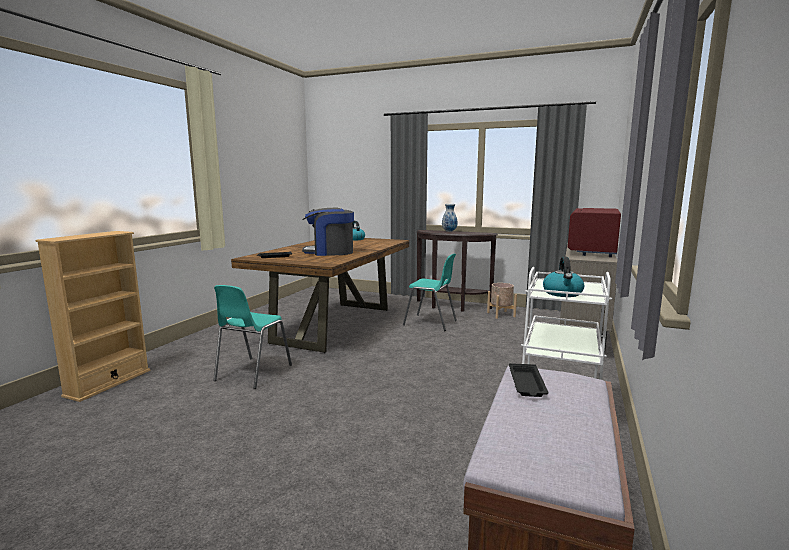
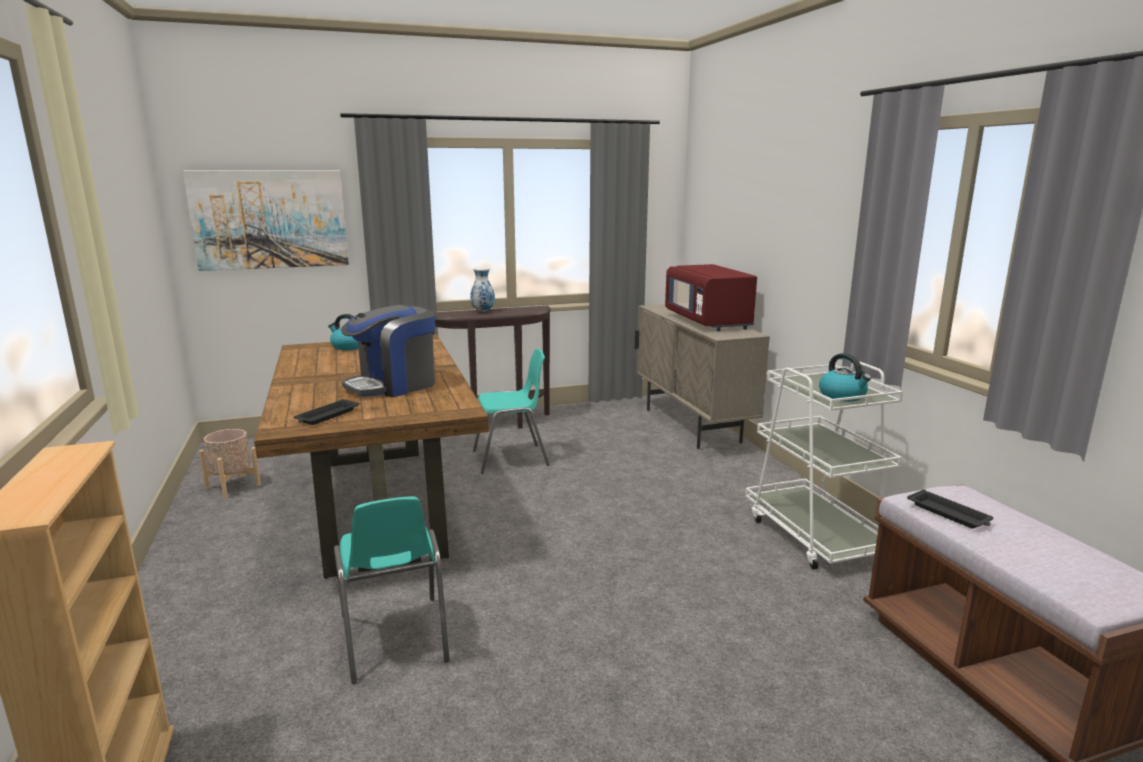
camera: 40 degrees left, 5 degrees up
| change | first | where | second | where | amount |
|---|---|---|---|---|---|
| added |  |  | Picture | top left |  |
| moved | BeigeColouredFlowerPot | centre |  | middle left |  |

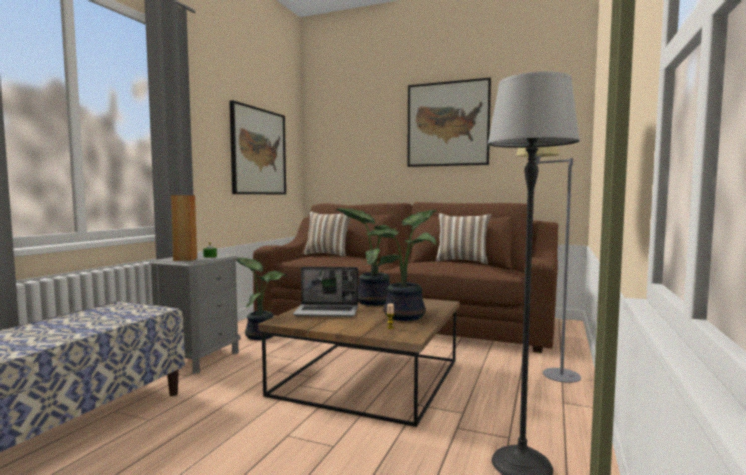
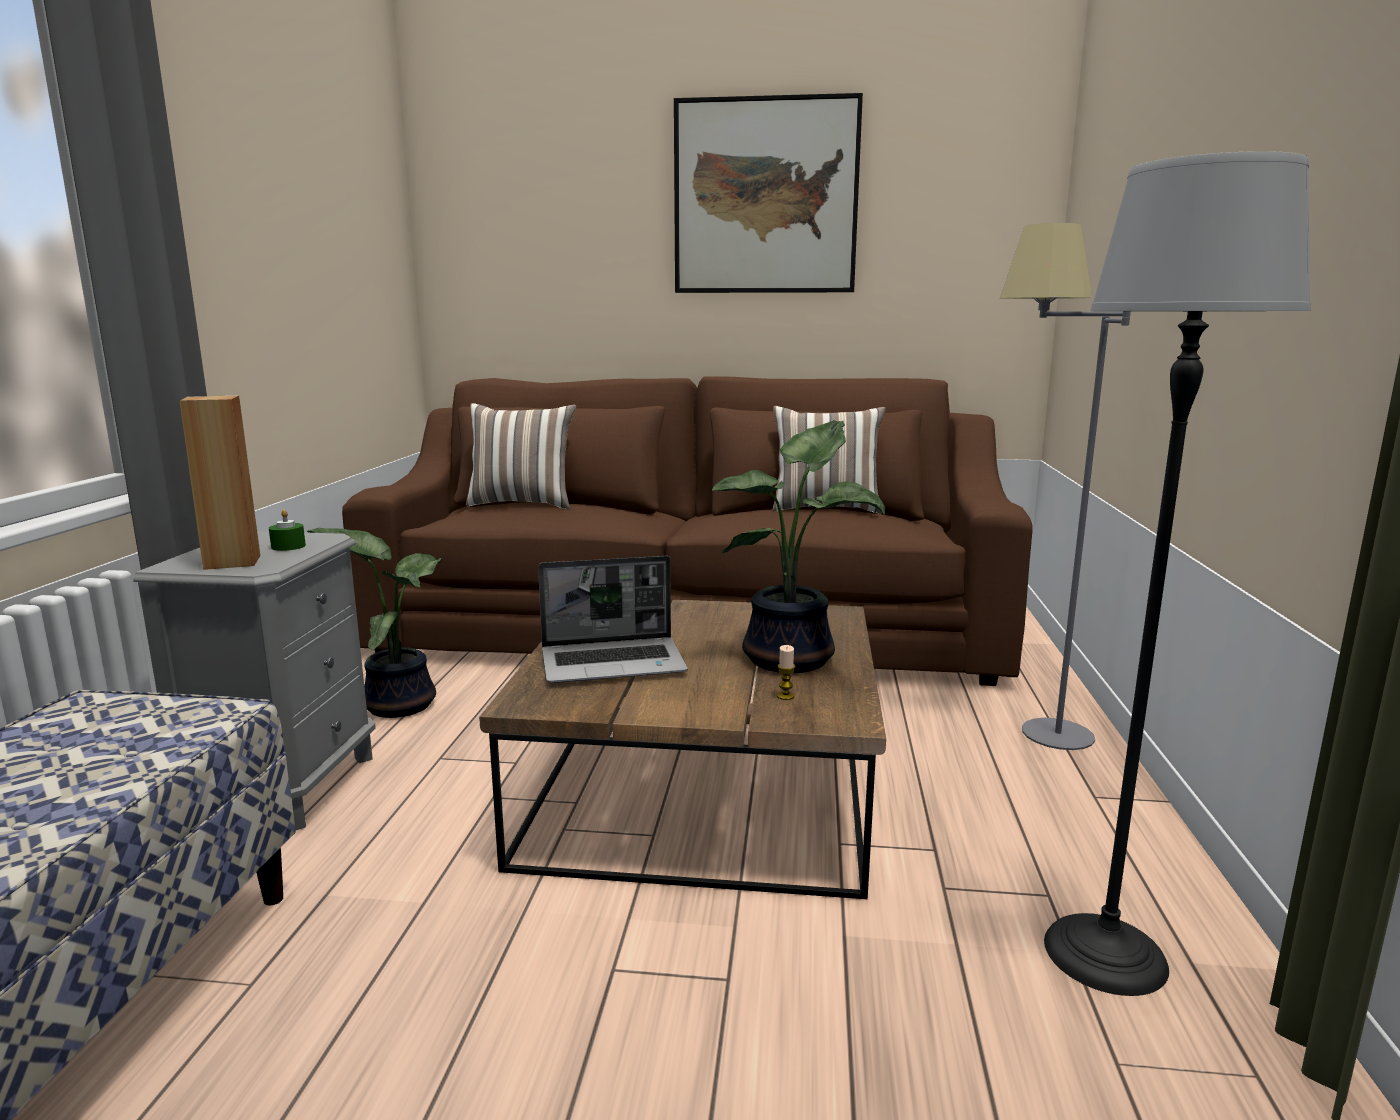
camera: 15 degrees left, 10 degrees up
| change | first | where | second | where | amount |
|---|---|---|---|---|---|
| removed | Picture (1st from left) | top centre |  |  |  |
| removed | PottedPlant (2nd from left) | centre |  |  |  |

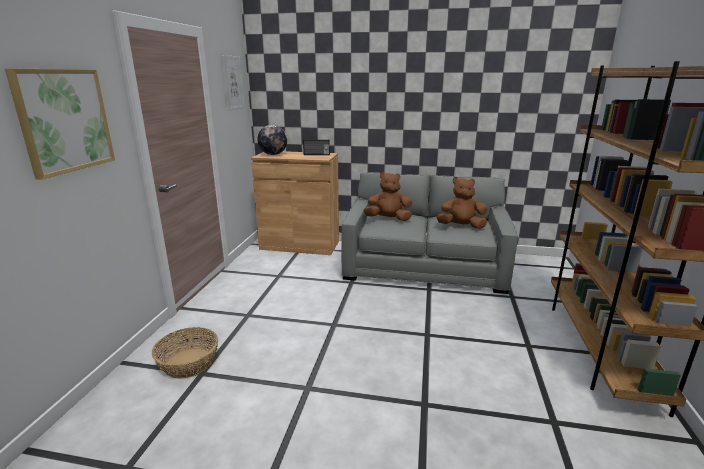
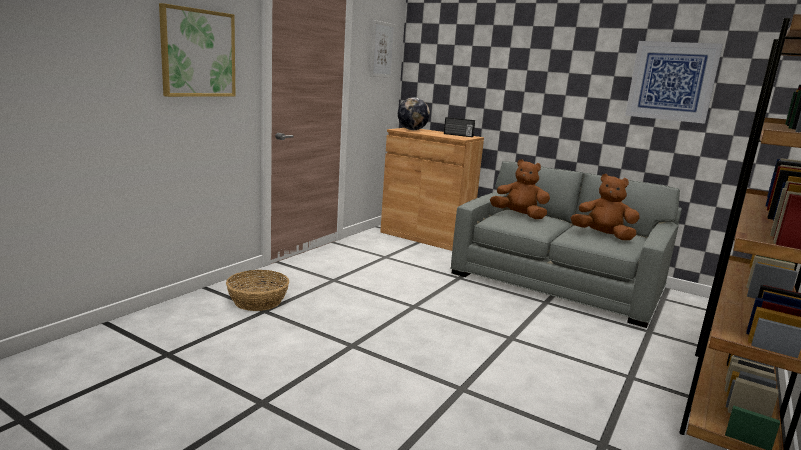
camera: 20 degrees right, 5 degrees down
| change | first | where | second | where | amount |
|---|---|---|---|---|---|
| added |  |  | Picture (3rd from left) | top right |  |

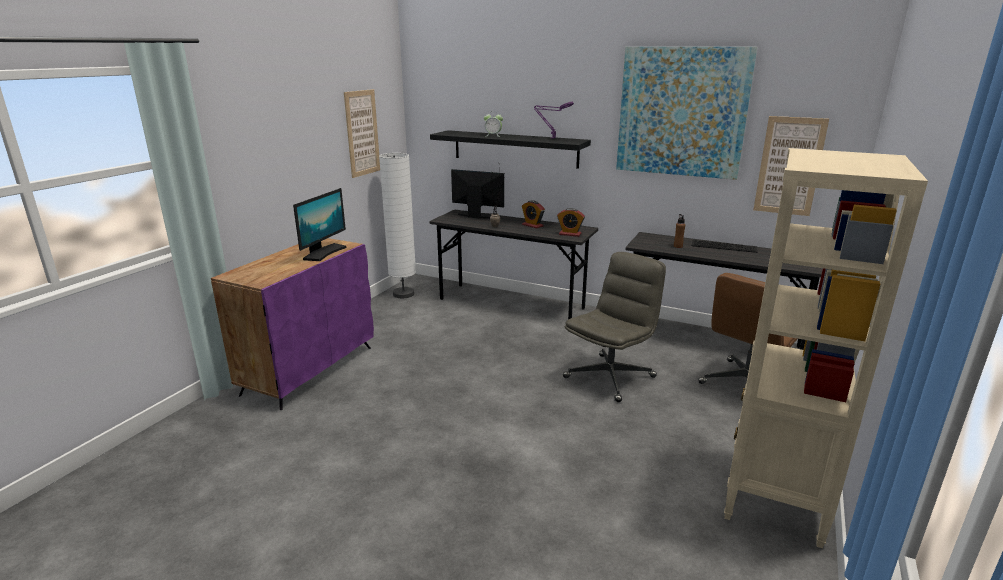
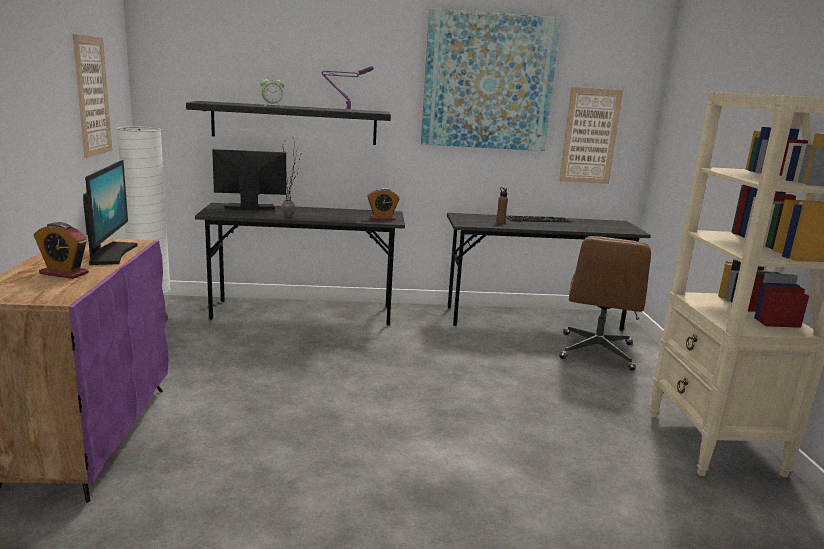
camera: 30 degrees left, 5 degrees down
| change | first | where | second | where | amount |
|---|---|---|---|---|---|
| moved | BedsideClock (2nd from left in the first image) | centre | BedsideClock (1st from left) | middle left |  |
| removed | GreyishDeskChair | centre |  |  |  |

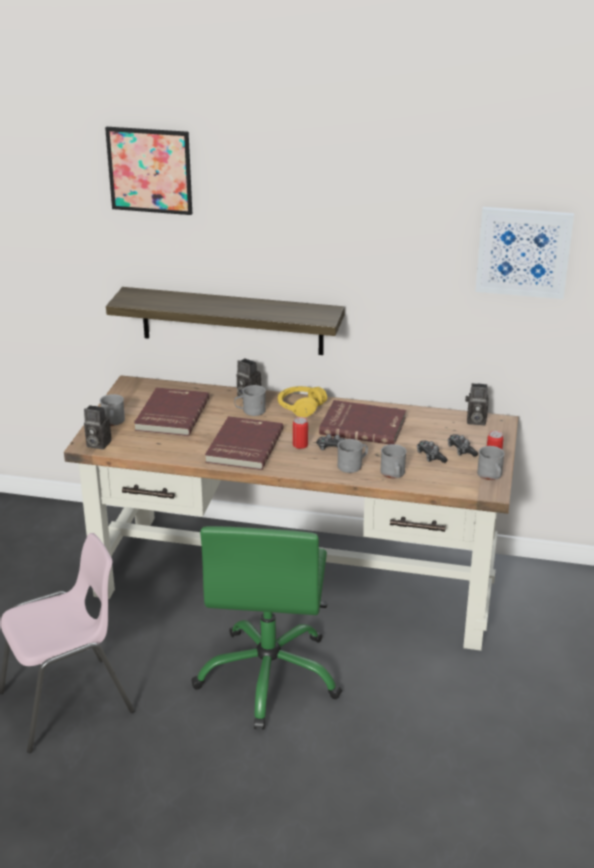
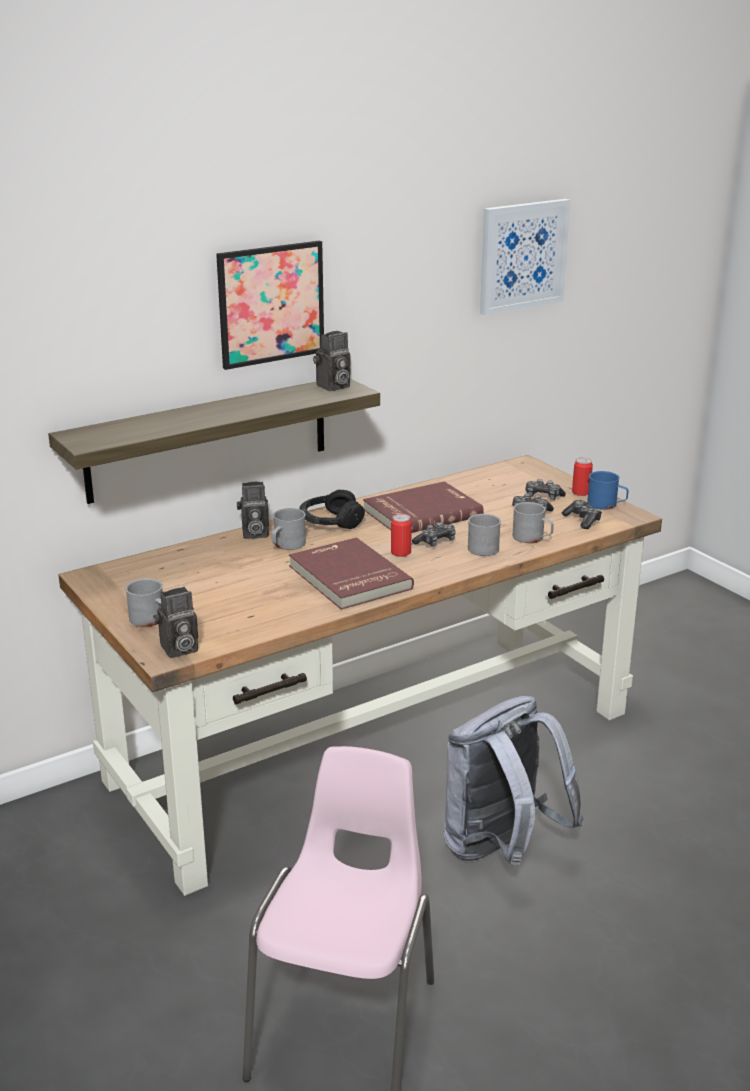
camera: 45 degrees left, 5 degrees down
| change | first | where | second | where | amount |
|---|---|---|---|---|---|
| moved | Picture (1st from left) | top left |  | top centre |  |
| recoloured | YellowishPairOfHeadphones | centre | BlackPairOfHeadphones | centre |  |
| moved | StillCamera (3rd from left) | middle right |  | top centre |  |
| replaced | GreenColouredDeskChair | bottom centre | GreyishBackpack | bottom right |  |
| added |  |  | GameController (4th from left) | middle right |  |
| recoloured | GreyishCoffeeMug (5th from left) | middle right | BluishCoffeeMug | middle right |  |
| removed | RedColouredVolume (1st from left) | middle left |  |  |  |

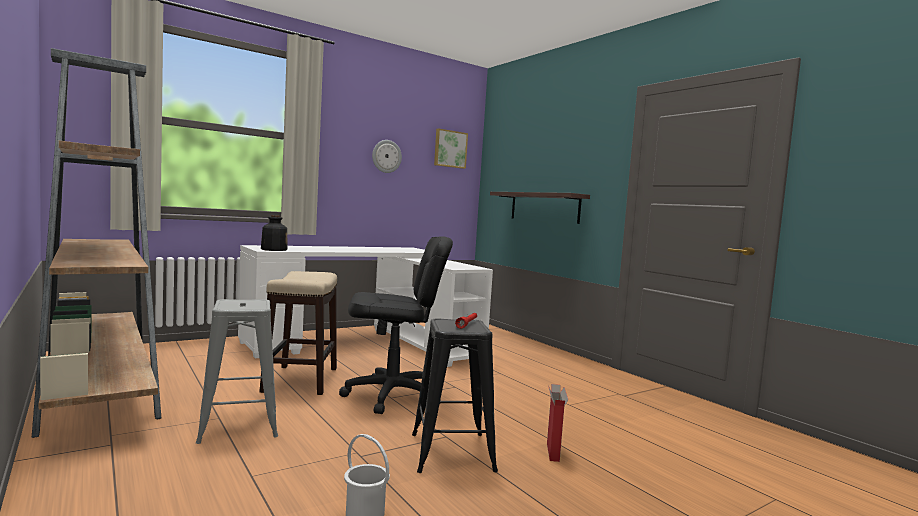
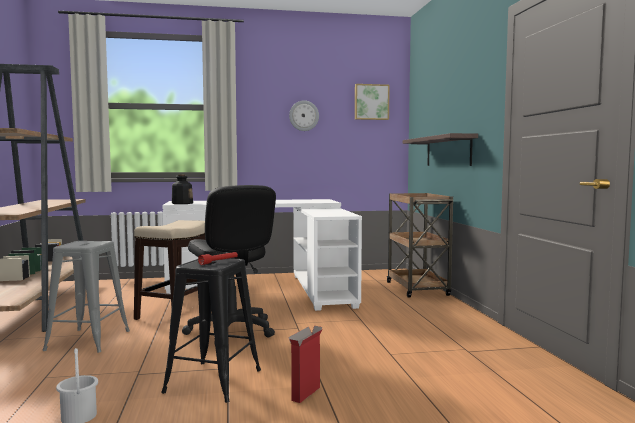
camera: 25 degrees right, 0 degrees up
| change | first | where | second | where | amount |
|---|---|---|---|---|---|
| turned | BlackDeskChair | centre |  | centre | 45 degrees clockwise |
| added |  |  | BrownWheeledCart | centre |  |

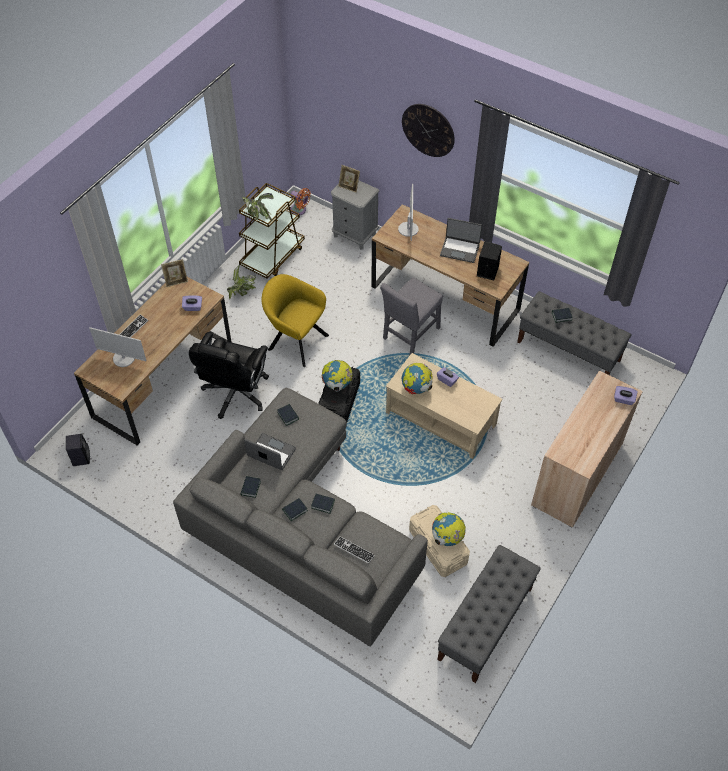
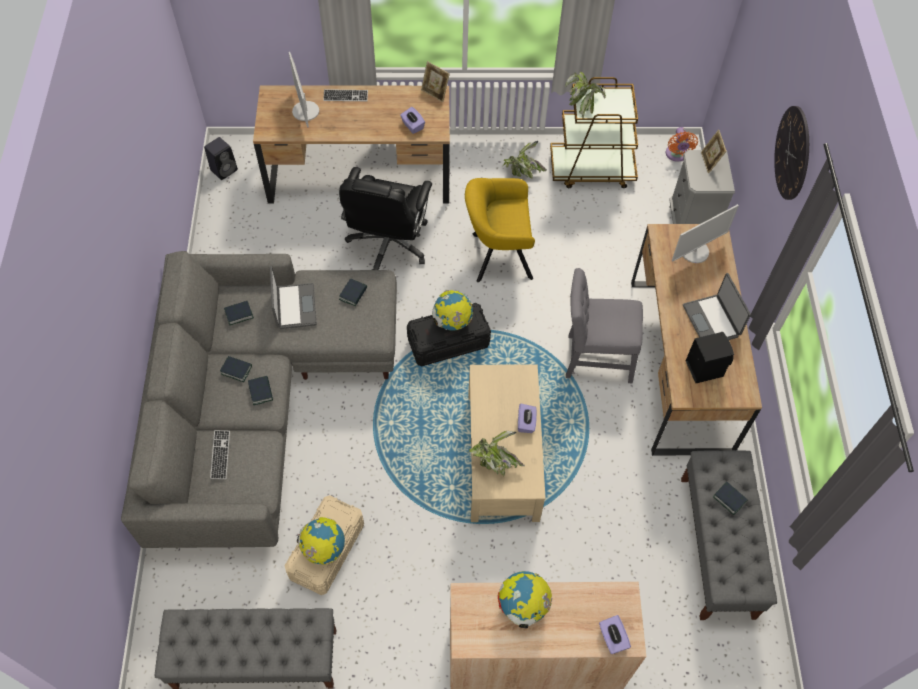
camera: 55 degrees right, 5 degrees up
| change | first | where | second | where | amount |
|---|---|---|---|---|---|
| turned | BlackDeskChair | middle left |  | top centre | 60 degrees counterclockwise |
| turned | YellowishEasyChair | centre |  | centre | 90 degrees counterclockwise |
| added |  |  | PottedPlant (1st from left) | centre |  |
| moved | WorldGlobe (2nd from left in the first image) | centre | WorldGlobe (3rd from left) | bottom centre |  |

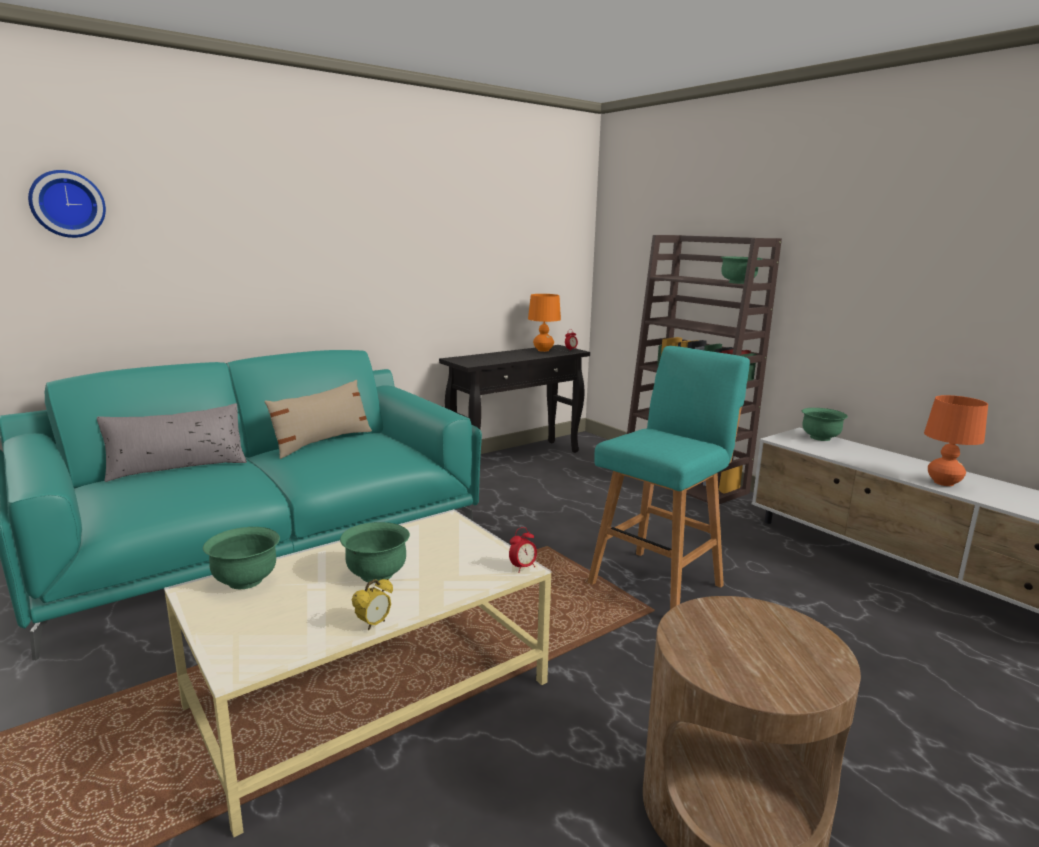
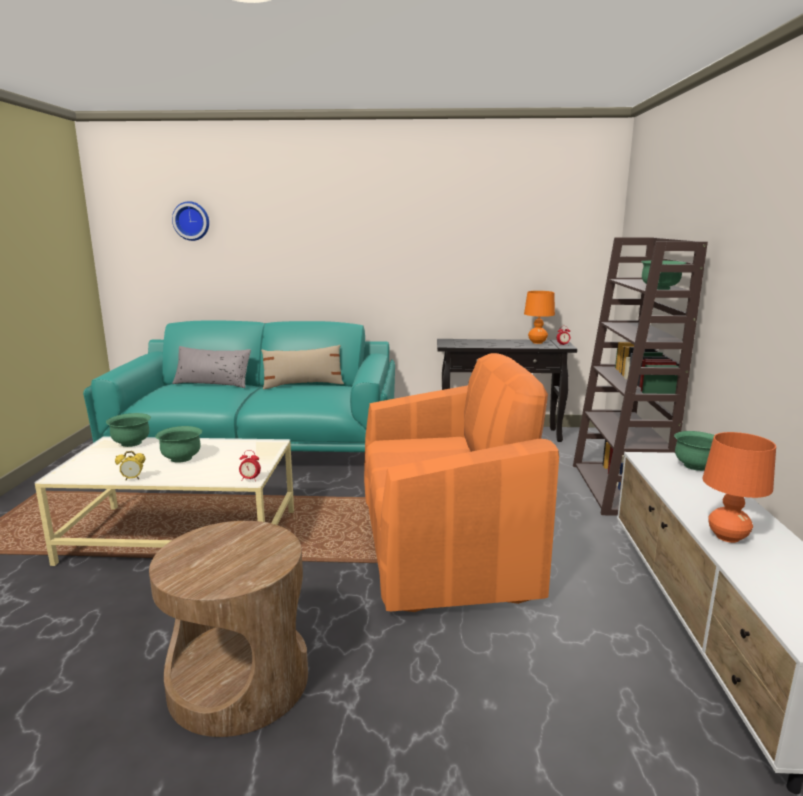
camera: 40 degrees right, 0 degrees up
| change | first | where | second | where | amount |
|---|---|---|---|---|---|
| replaced | BlueGreenSittingStool | centre | OrangeColouredEasyChair | centre |  |

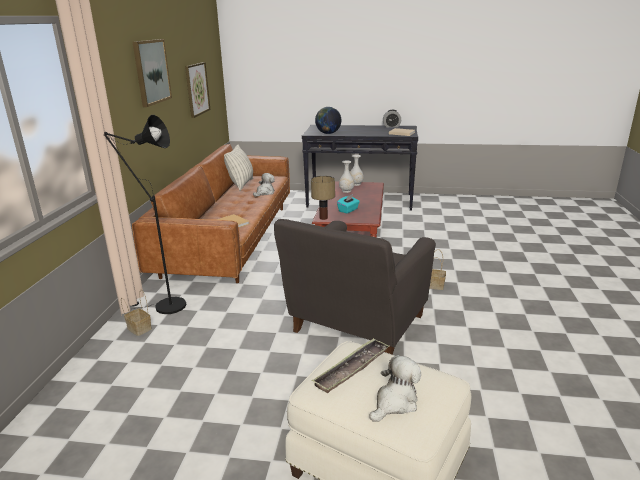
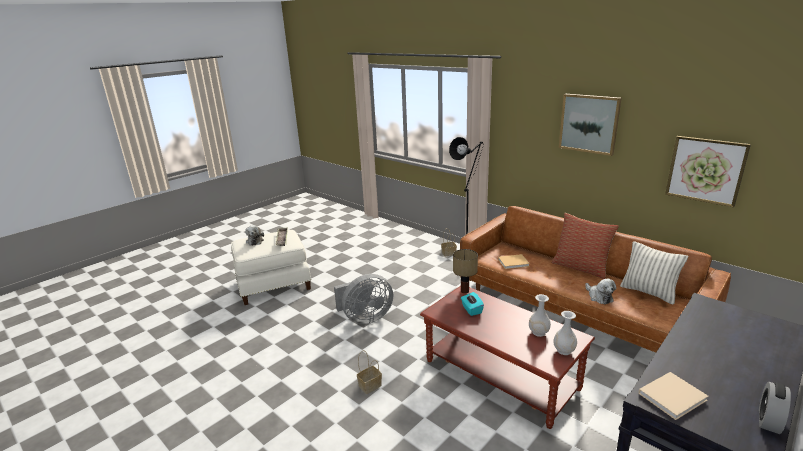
camera: 125 degrees right, 0 degrees up
| change | first | where | second | where | amount |
|---|---|---|---|---|---|
| replaced | GreyishEasyChair | centre | GreyishElectricFan | centre |  |
| added |  |  | Cushion (1st from left) | middle right |  |
| removed | WorldGlobe | top centre |  |  |  |

